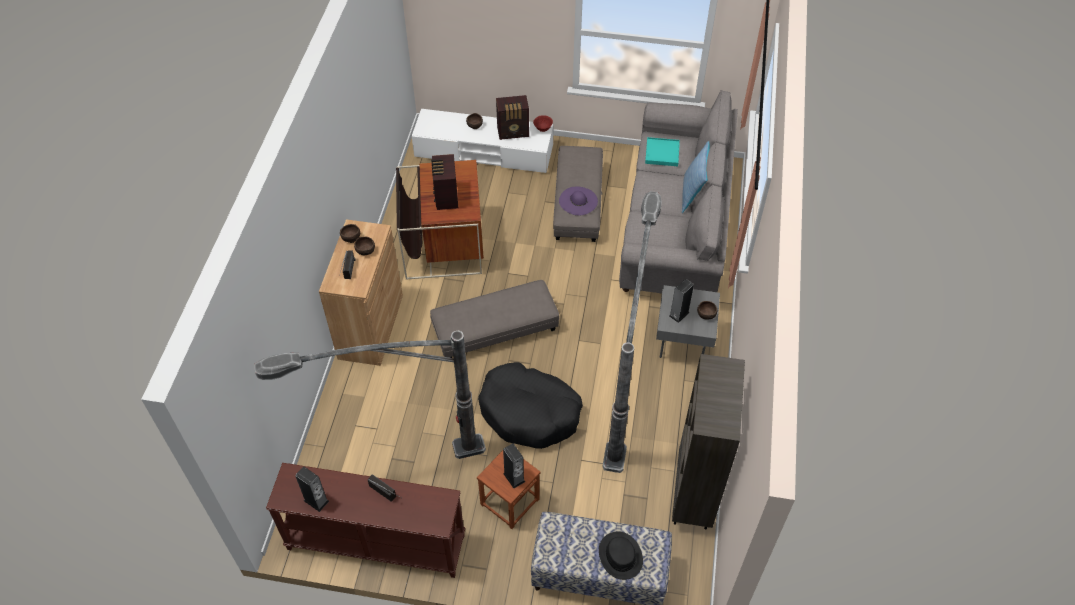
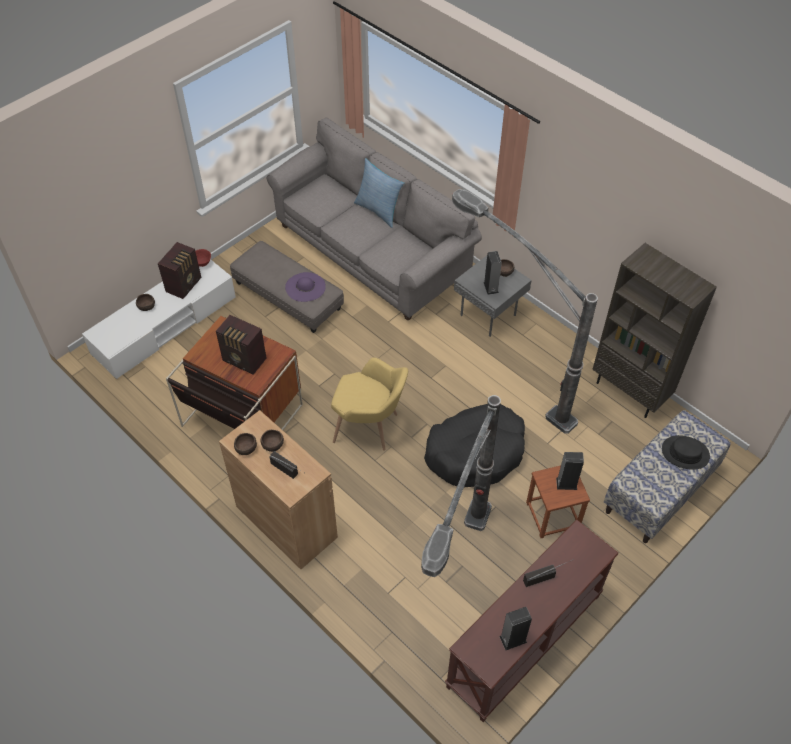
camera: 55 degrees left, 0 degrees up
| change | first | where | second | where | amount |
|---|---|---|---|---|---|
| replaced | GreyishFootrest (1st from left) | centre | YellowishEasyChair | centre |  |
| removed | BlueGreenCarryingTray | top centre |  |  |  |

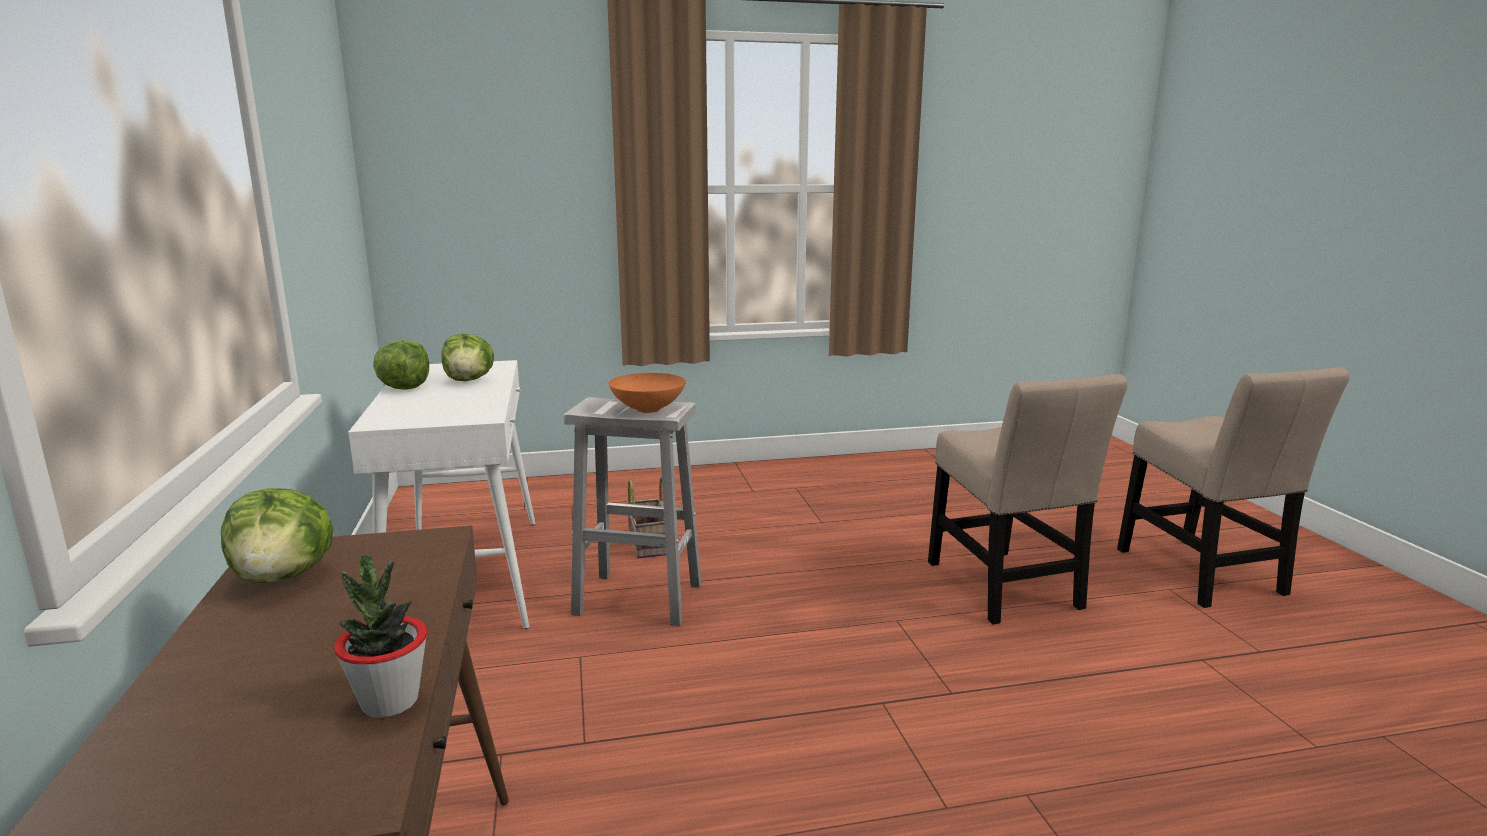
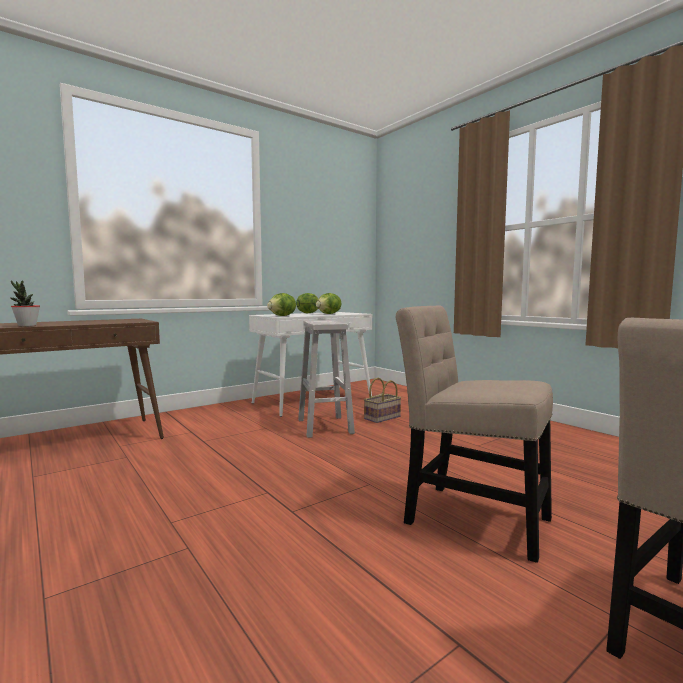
camera: 65 degrees right, 10 degrees down
| change | first | where | second | where | amount |
|---|---|---|---|---|---|
| moved | Lettuce (1st from left) | middle left |  | centre |  |
| turned | BeigeColouredUprightChair (1st from left) | middle right |  | middle right | 75 degrees clockwise |
| removed | OrangeColouredDeepDish | centre |  |  |  |

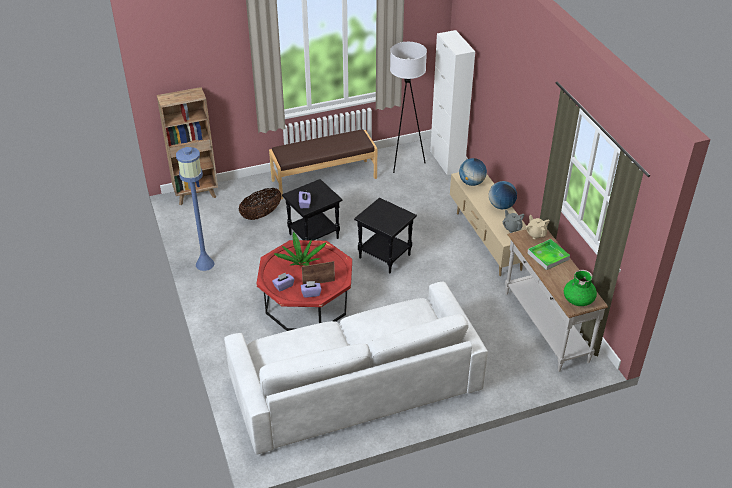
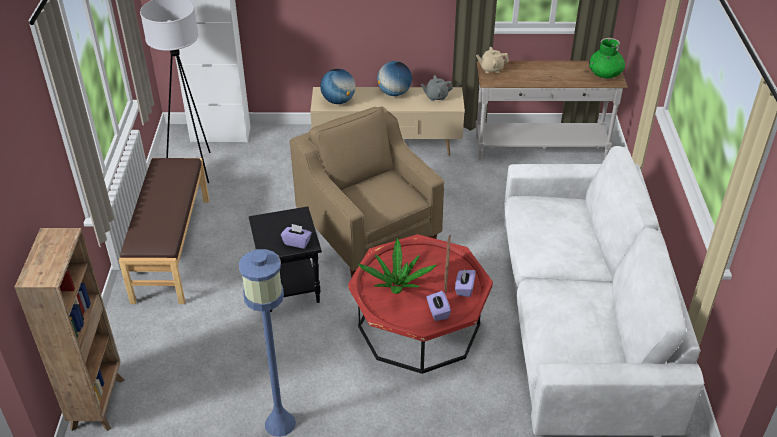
camera: 70 degrees left, 0 degrees up
| change | first | where | second | where | amount |
|---|---|---|---|---|---|
| replaced | BlackSideTable (2nd from left) | centre | BeigeColouredEasyChair | centre |  |
| removed | StorageBasket | centre |  |  |  |
| removed | CarryingTray | middle right |  |  |  |

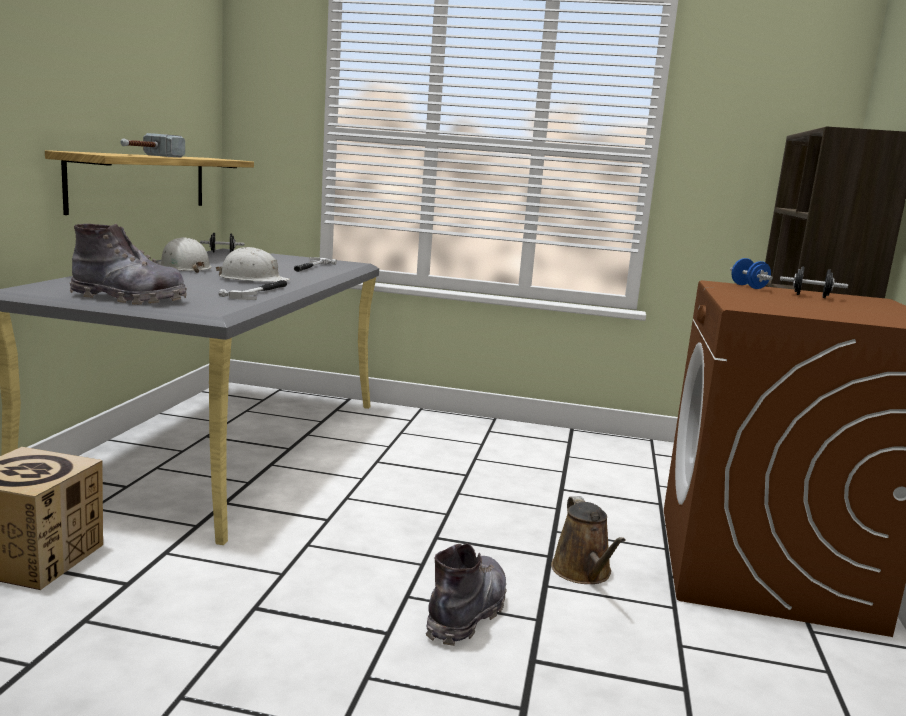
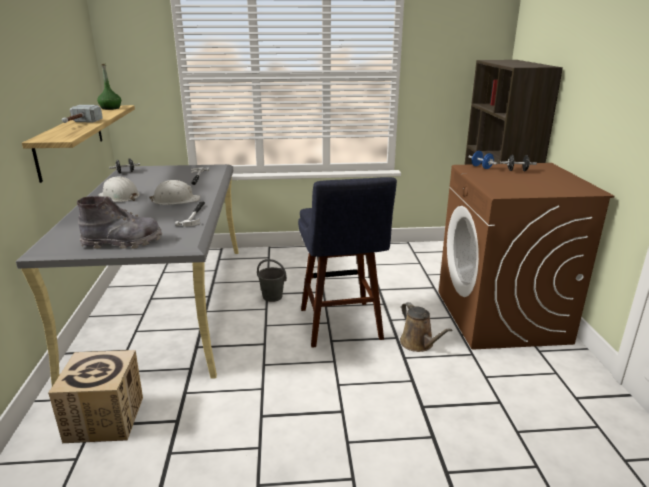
camera: 15 degrees left, 10 degrees up
| change | first | where | second | where | amount |
|---|---|---|---|---|---|
| added |  |  | GreenColouredDrinkBottle | top left |  |
| added |  |  | GreyishWaterBucket | centre |  |
| added |  |  | BluishSittingStool | centre |  |
| removed | GreyishBoot (2nd from left) | bottom centre |  |  |  |

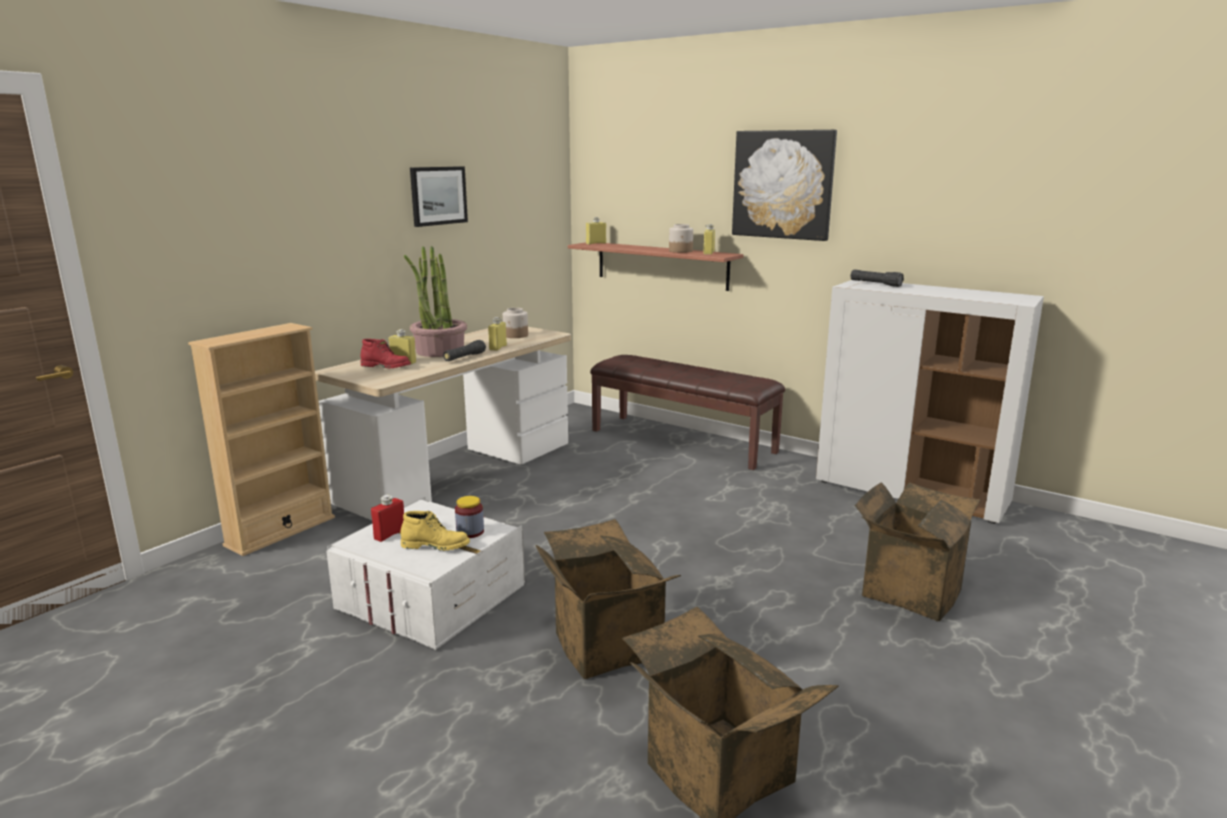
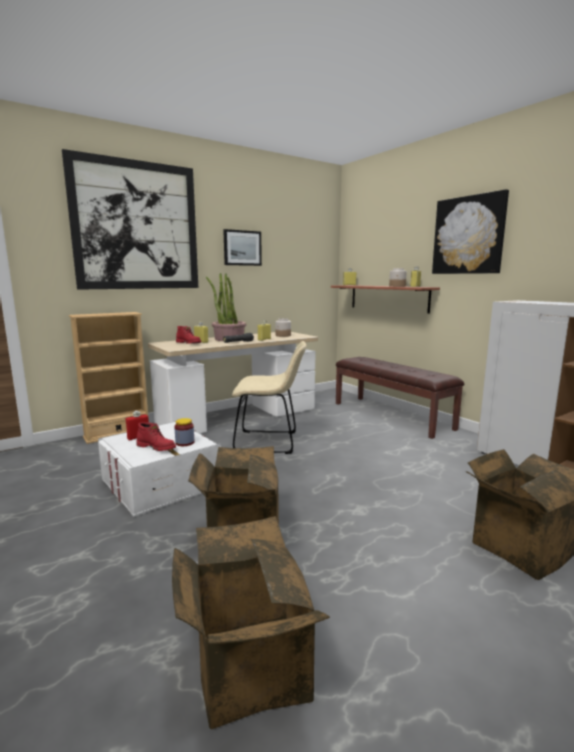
camera: 20 degrees right, 5 degrees down
| change | first | where | second | where | amount |
|---|---|---|---|---|---|
| added |  |  | Picture (1st from left) | top left |  |
| recoloured | YellowishBoot | centre | RedColouredBoot (1st from left) | middle left |  |
| added |  |  | BeigeColouredUprightChair | centre |  |
| removed | BlackHandTorch (2nd from left) | middle right |  |  |  |

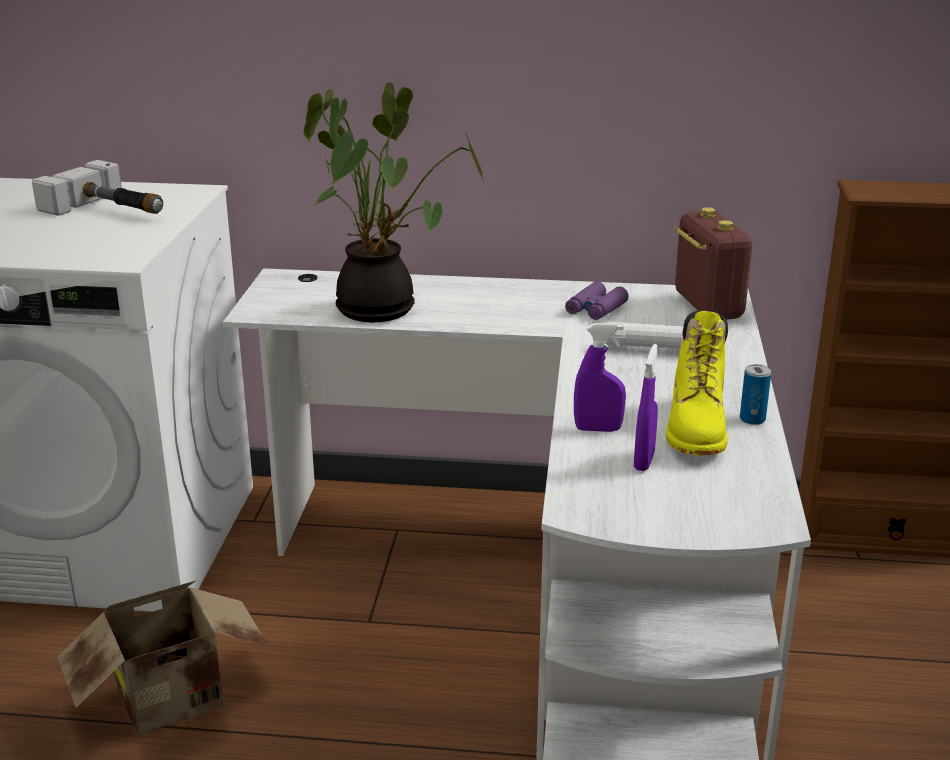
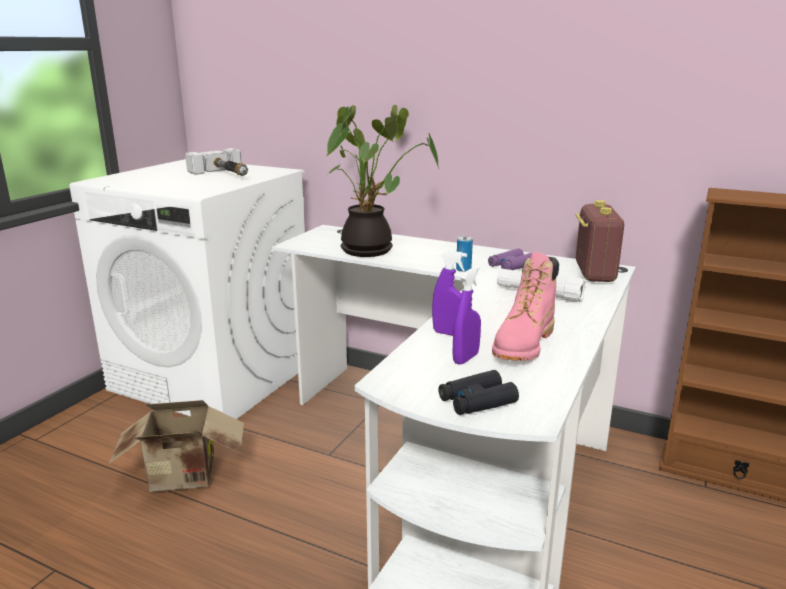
camera: 20 degrees right, 5 degrees down
| change | first | where | second | where | amount |
|---|---|---|---|---|---|
| added |  |  | BlackBinoculars | centre |  |
| moved | Can | middle right |  | centre |  |
| recoloured | YellowishBoot | middle right | PinkBoot | middle right |  |

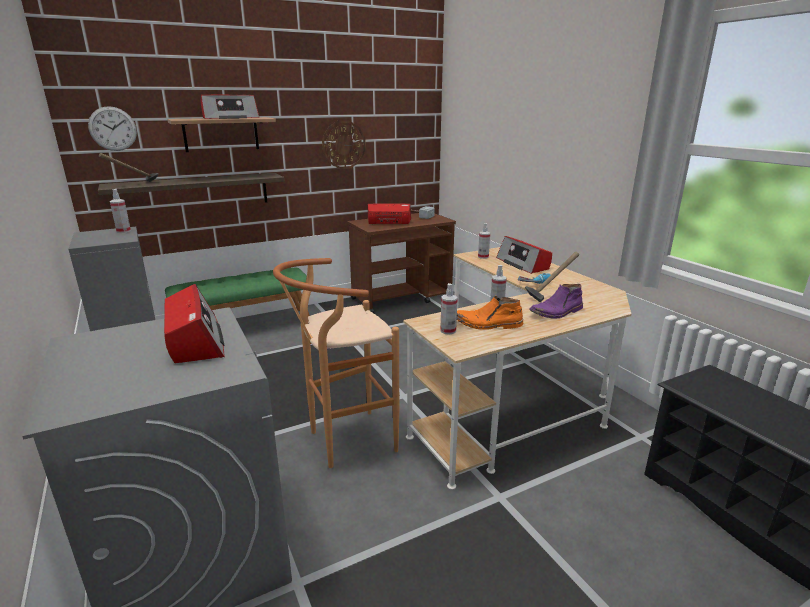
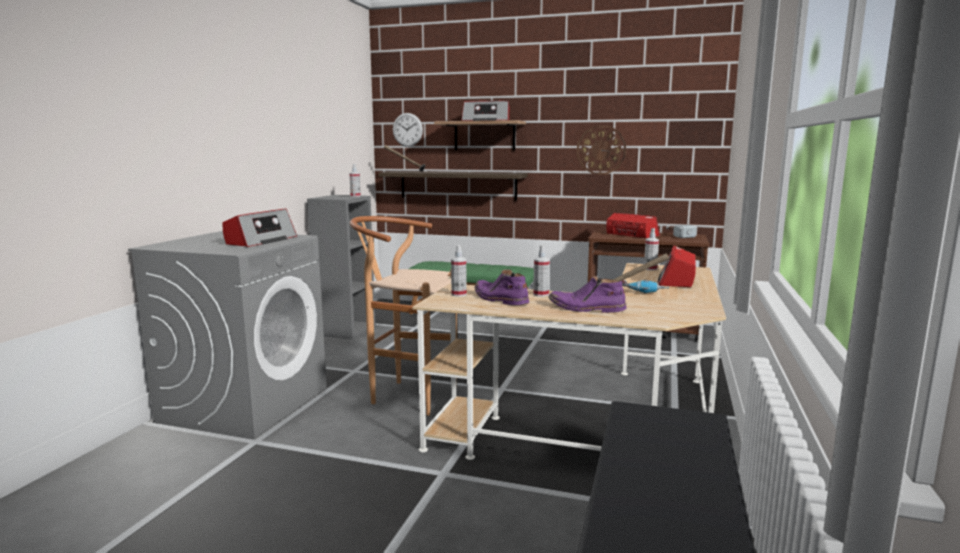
camera: 45 degrees right, 10 degrees down
| change | first | where | second | where | amount |
|---|---|---|---|---|---|
| recoloured | OrangeColouredBoot | centre | PurpleBoot (1st from left) | centre |  |

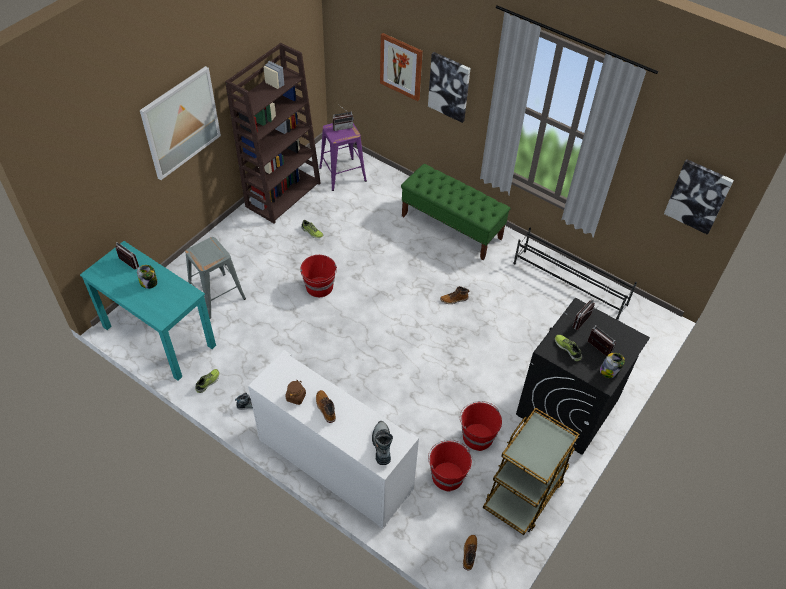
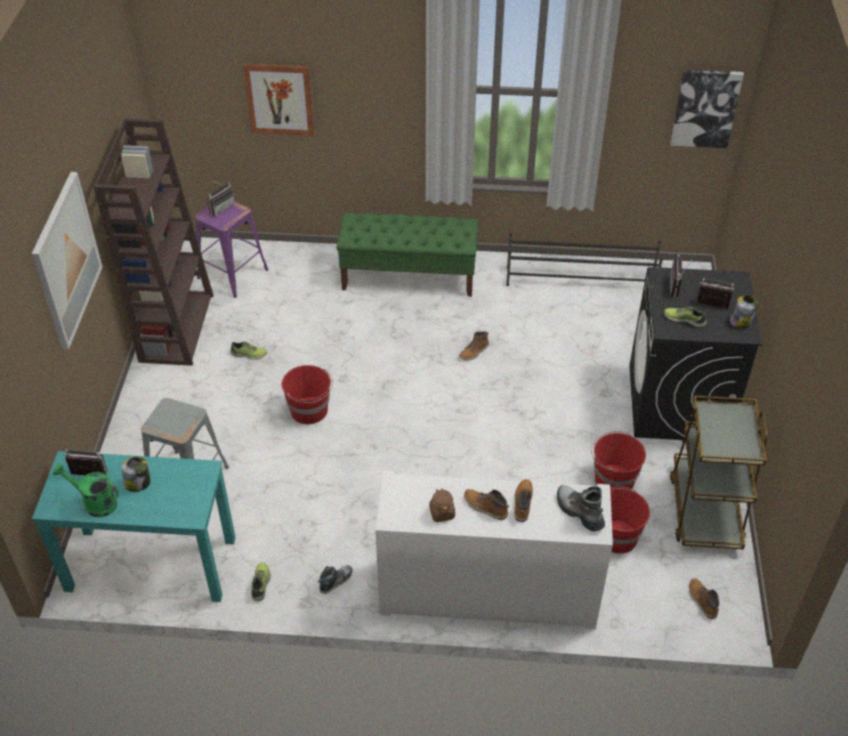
camera: 30 degrees left, 5 degrees down
| change | first | where | second | where | amount |
|---|---|---|---|---|---|
| added |  |  | GreenColouredWateringCan | middle left |  |
| added |  |  | Boot (3rd from left) | bottom centre |  |
| removed | Picture (3rd from left) | top centre |  |  |  |

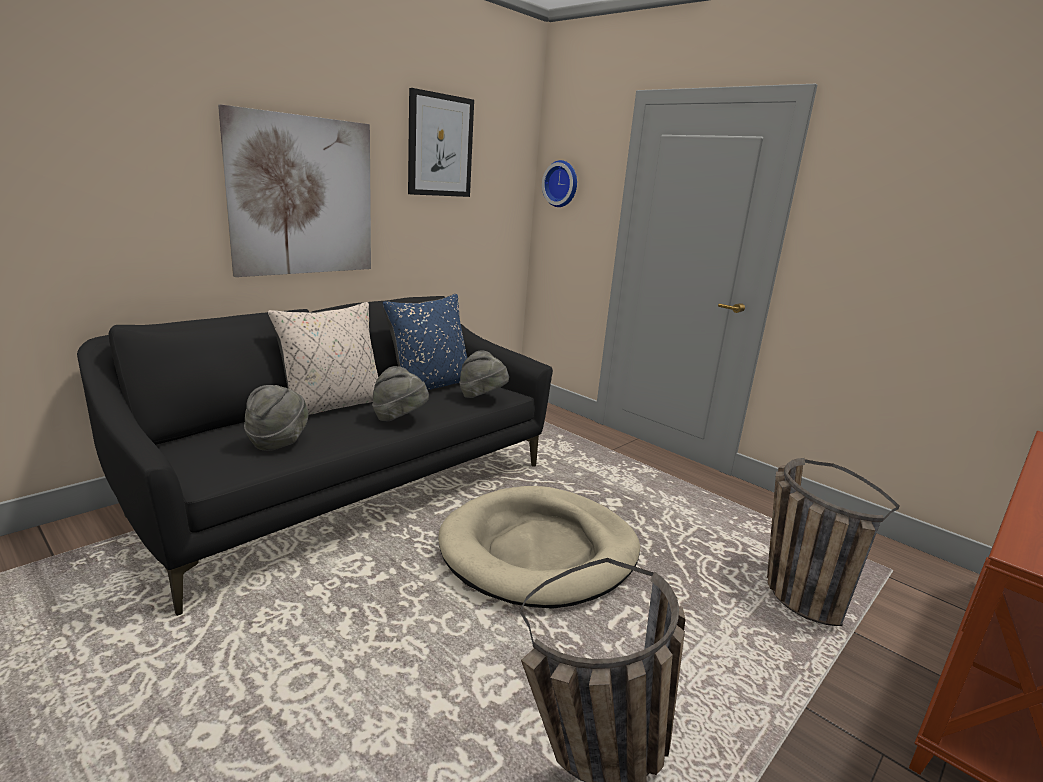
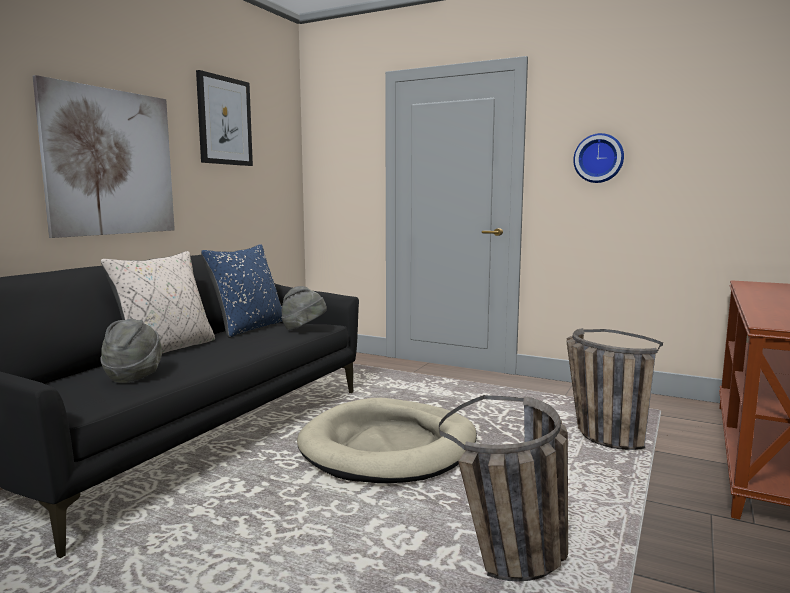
camera: 15 degrees left, 10 degrees down
| change | first | where | second | where | amount |
|---|---|---|---|---|---|
| moved | HangingClock | top centre |  | top right |  |
| removed | GreyishWearableHat (2nd from left) | centre |  |  |  |

